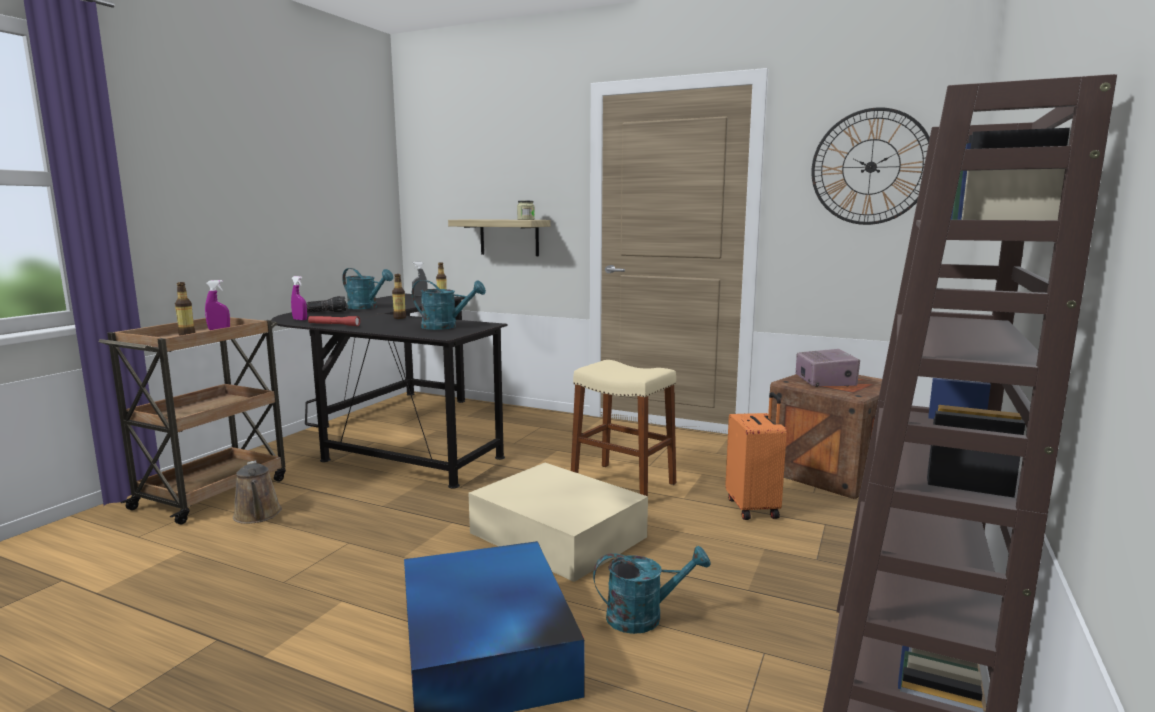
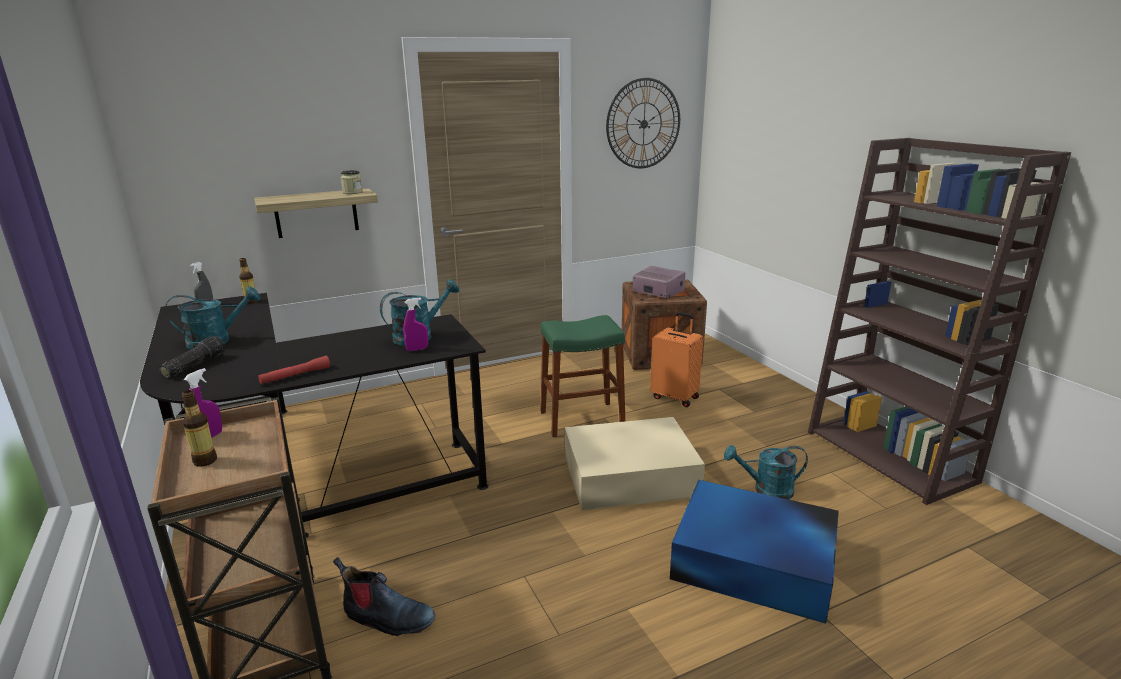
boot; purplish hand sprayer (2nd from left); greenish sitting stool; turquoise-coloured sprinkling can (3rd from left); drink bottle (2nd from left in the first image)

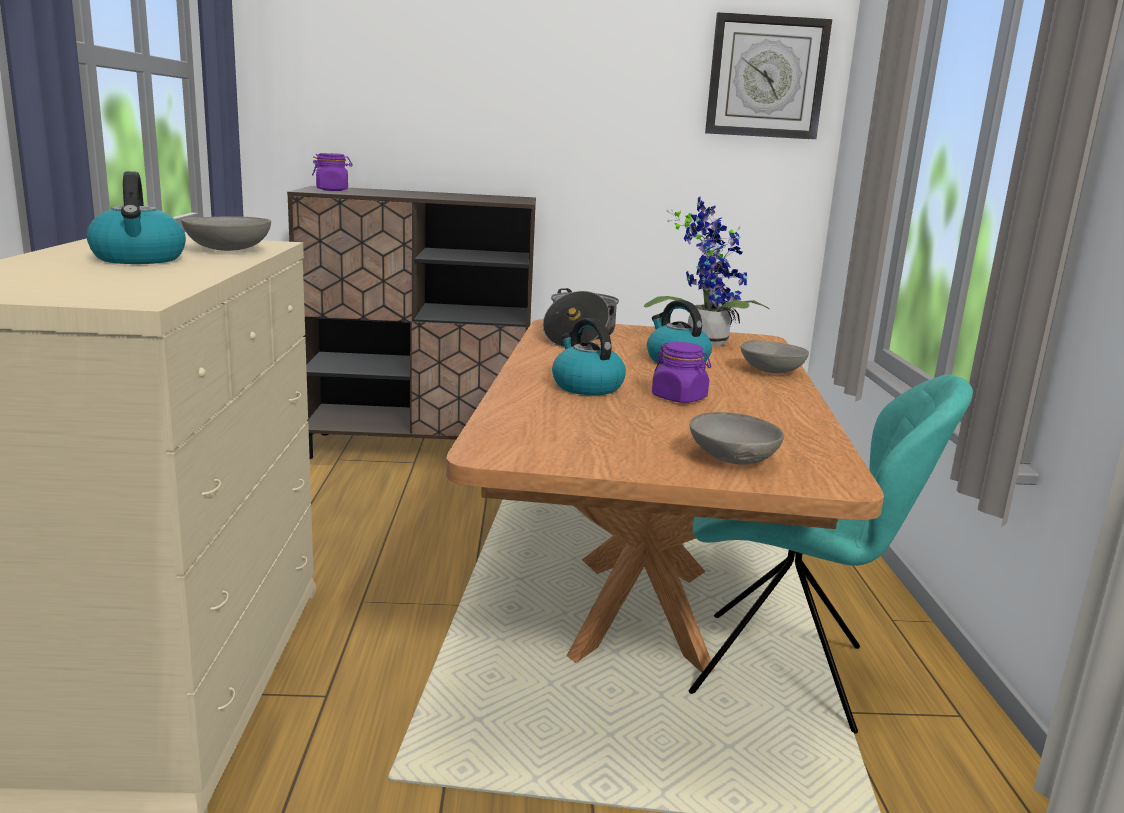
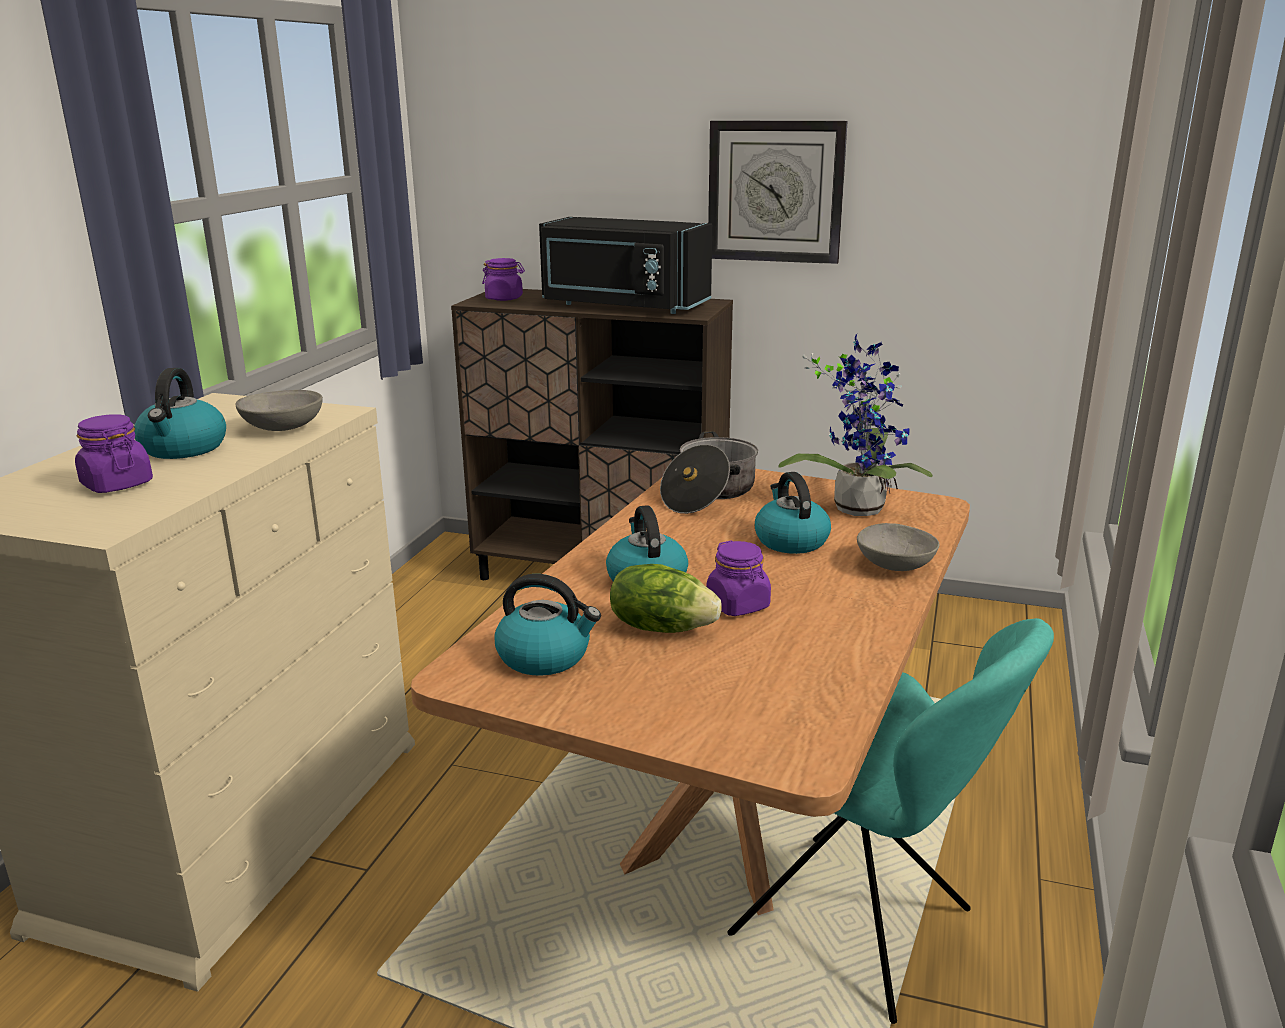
purplish preserve jar (1st from left); water kettle (2nd from left); black-coloured microwave; lettuce; hanging clock; grey serving bowl (2nd from left in the first image)

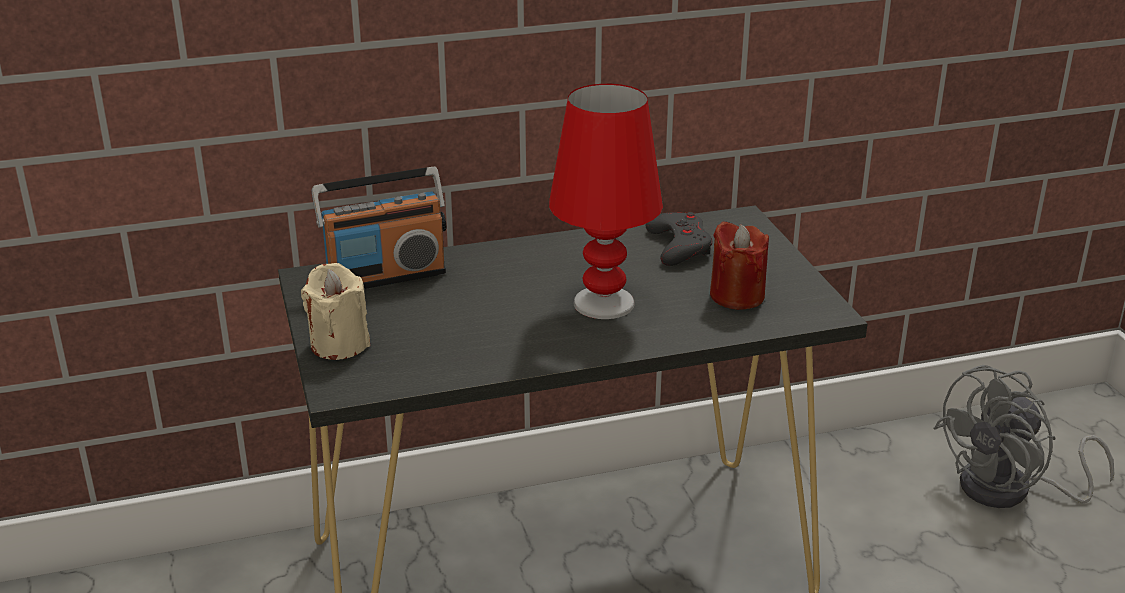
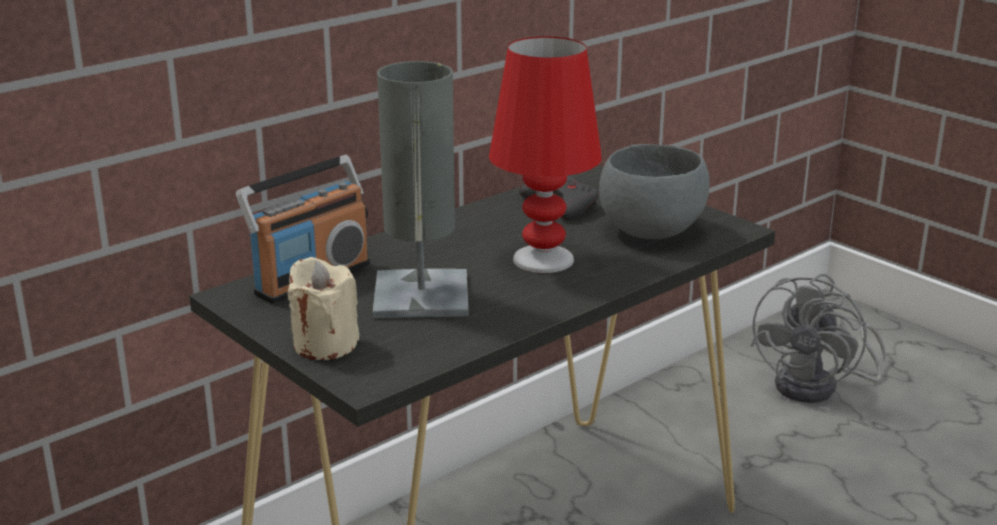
grey lamp for a table; grey serving bowl

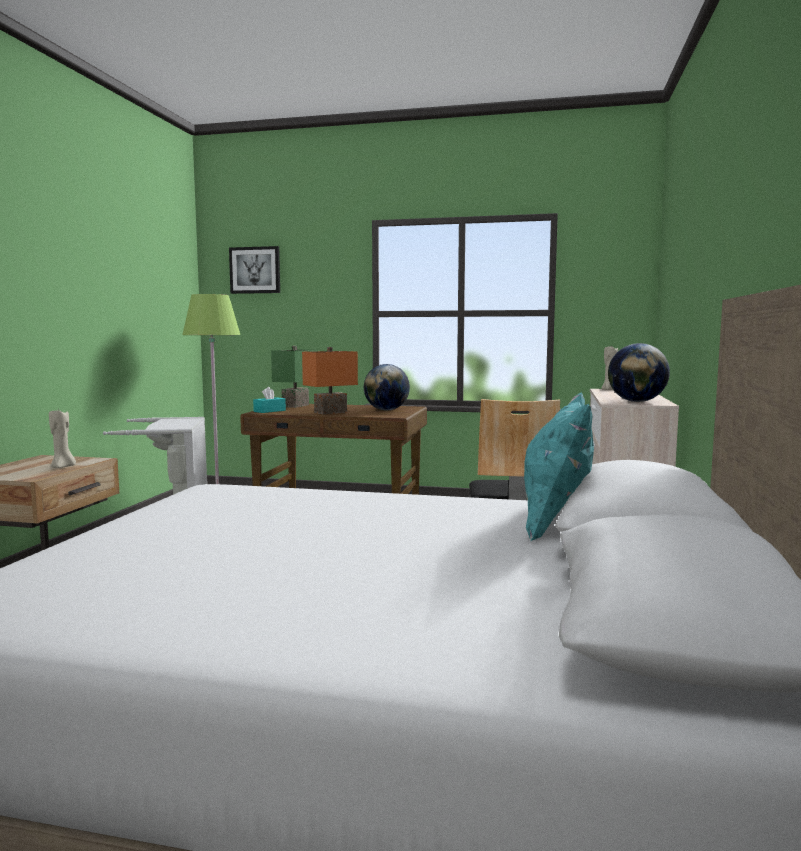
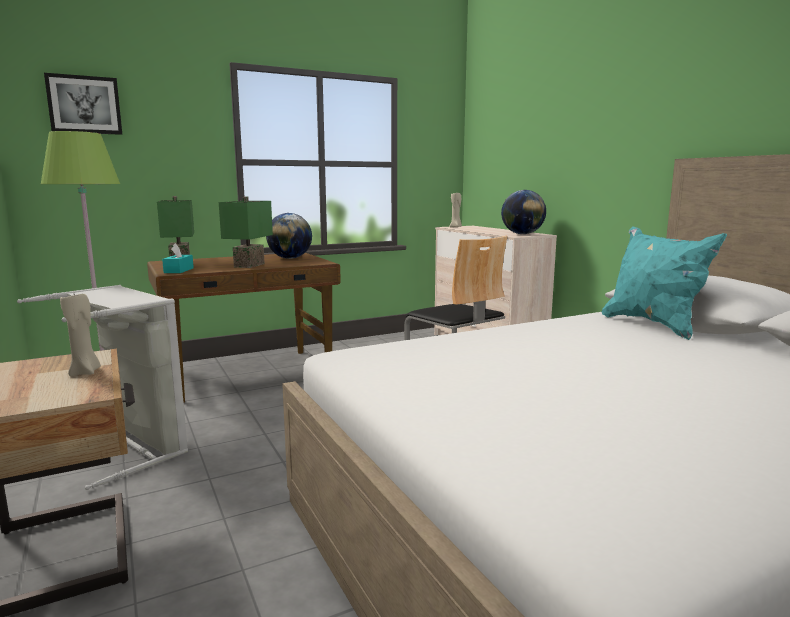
greenish lamp for a table (2nd from left)

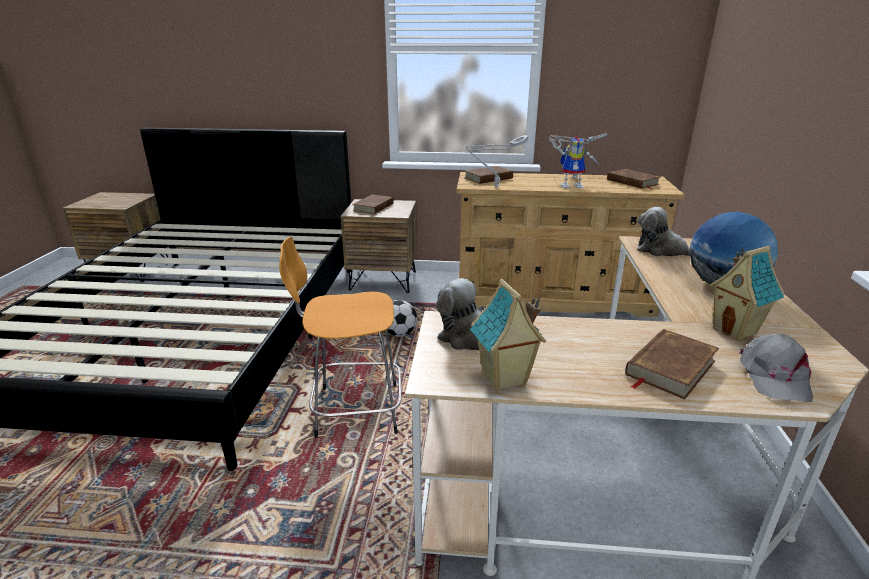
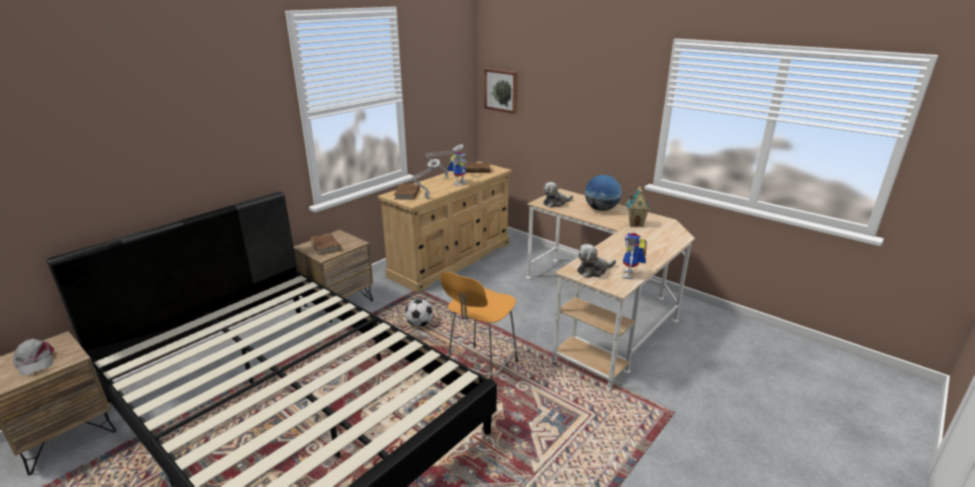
grey peaked cap; wall picture; robot figure (2nd from left); brown-coloured book (4th from left in the first image)

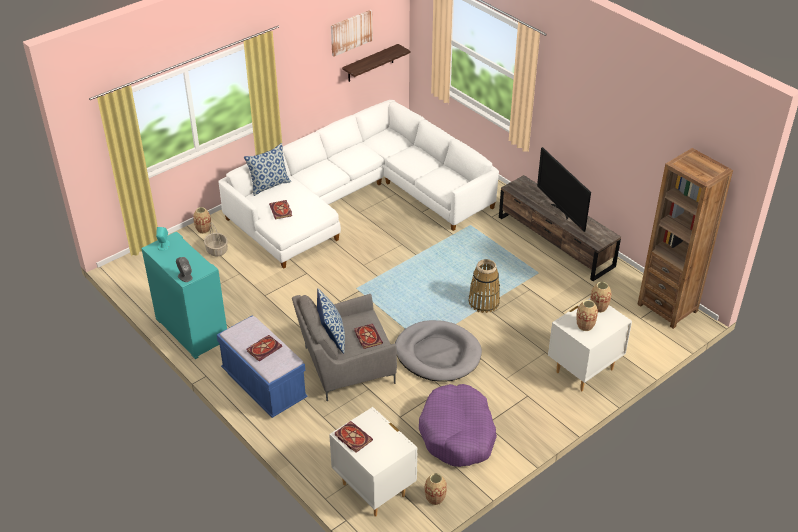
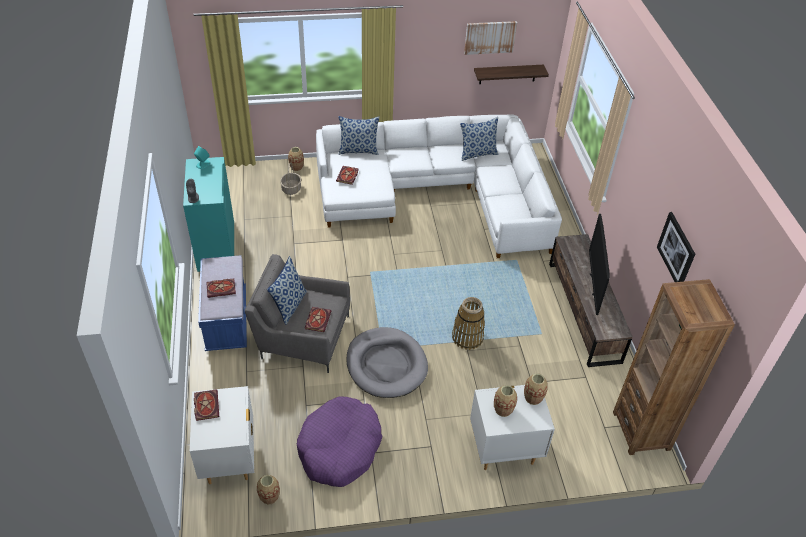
cushion (3rd from left); wall picture (2nd from left)

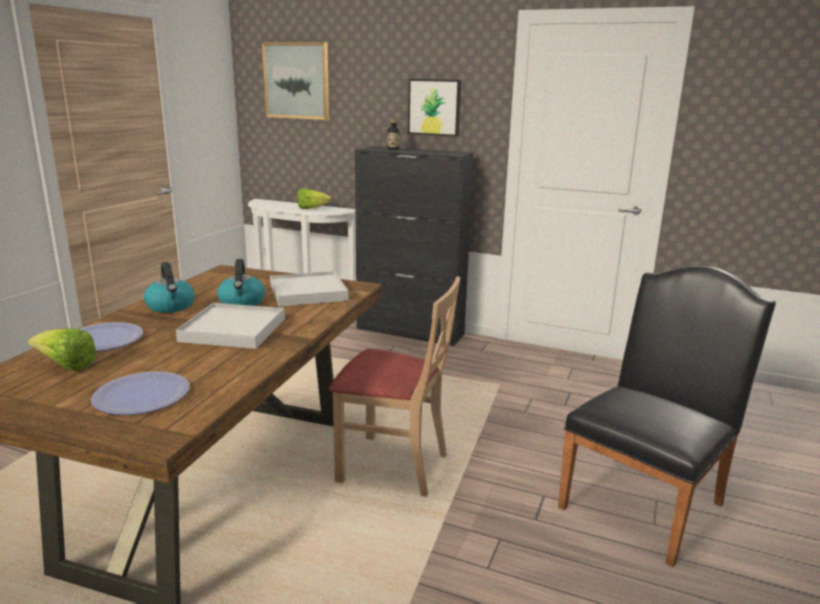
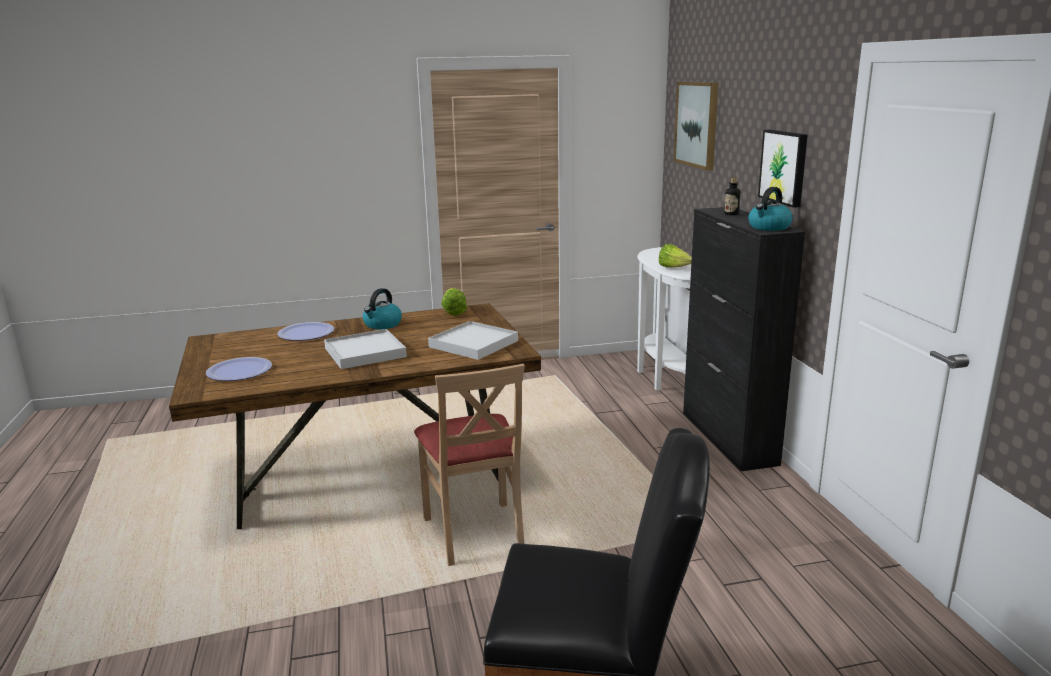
lettuce (1st from left); water kettle (2nd from left)

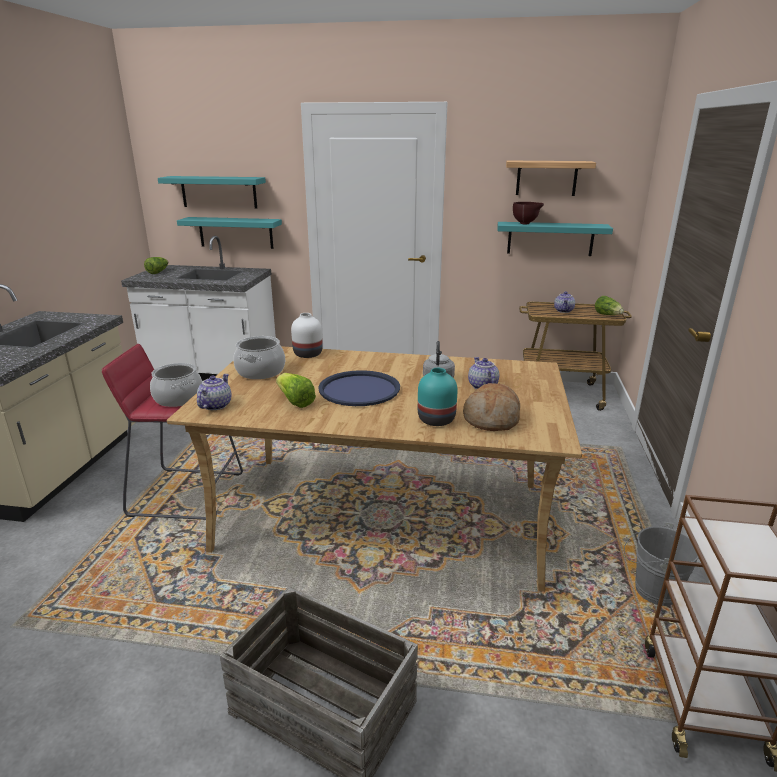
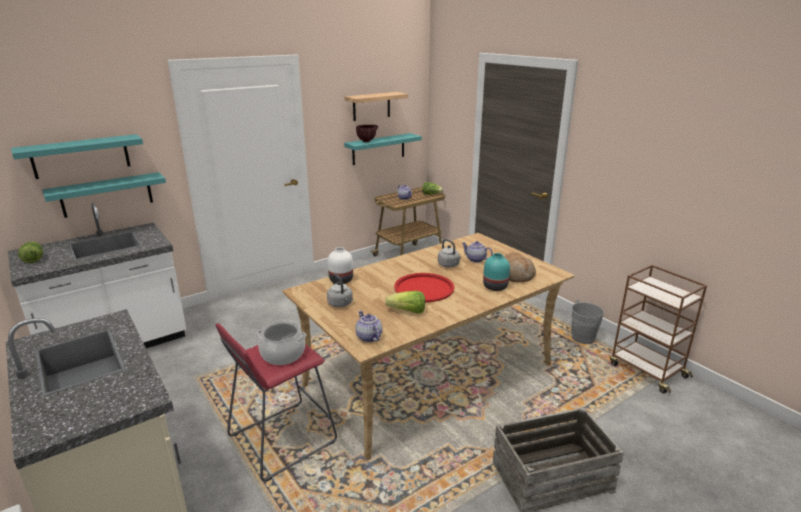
grey water kettle (1st from left); red carrying tray

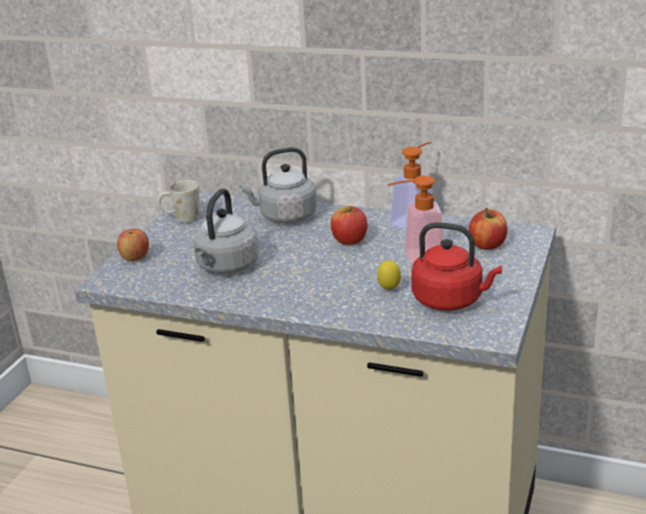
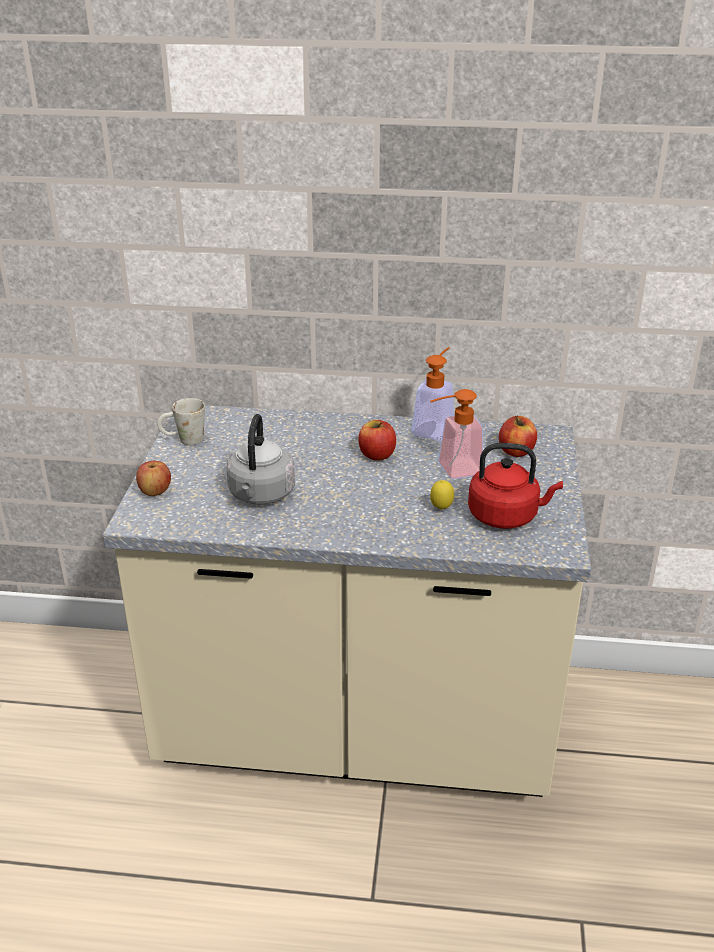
grey water kettle (2nd from left in the first image)

